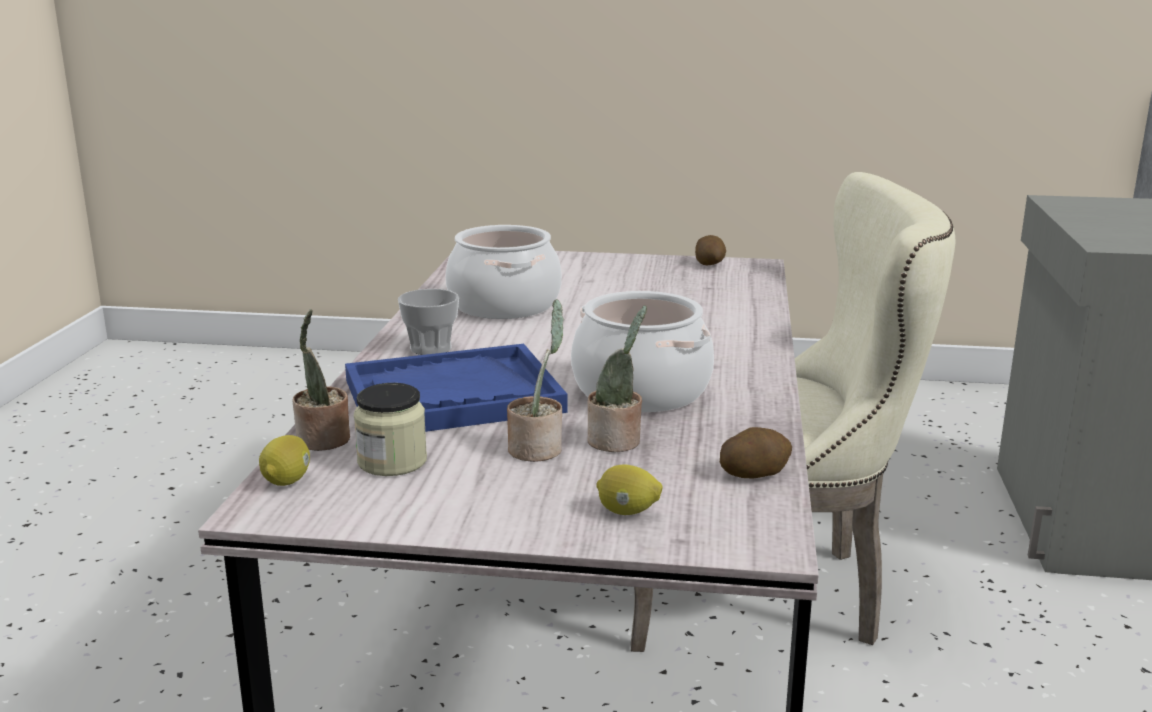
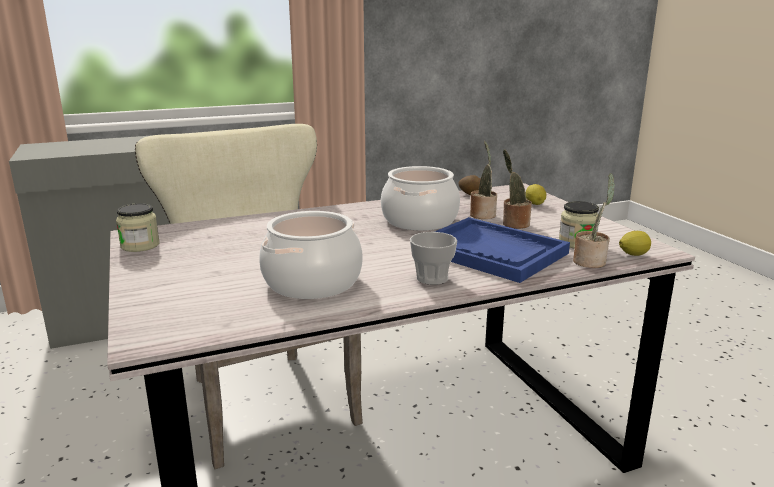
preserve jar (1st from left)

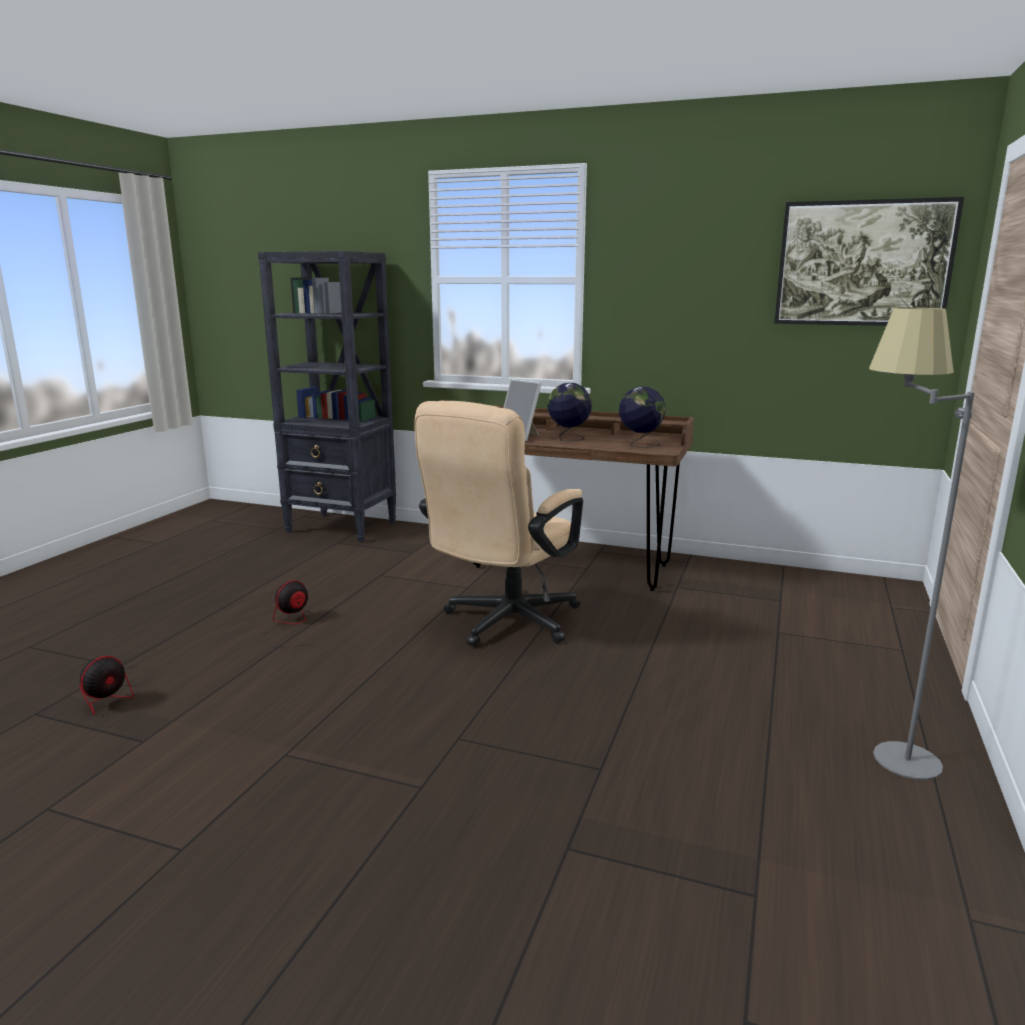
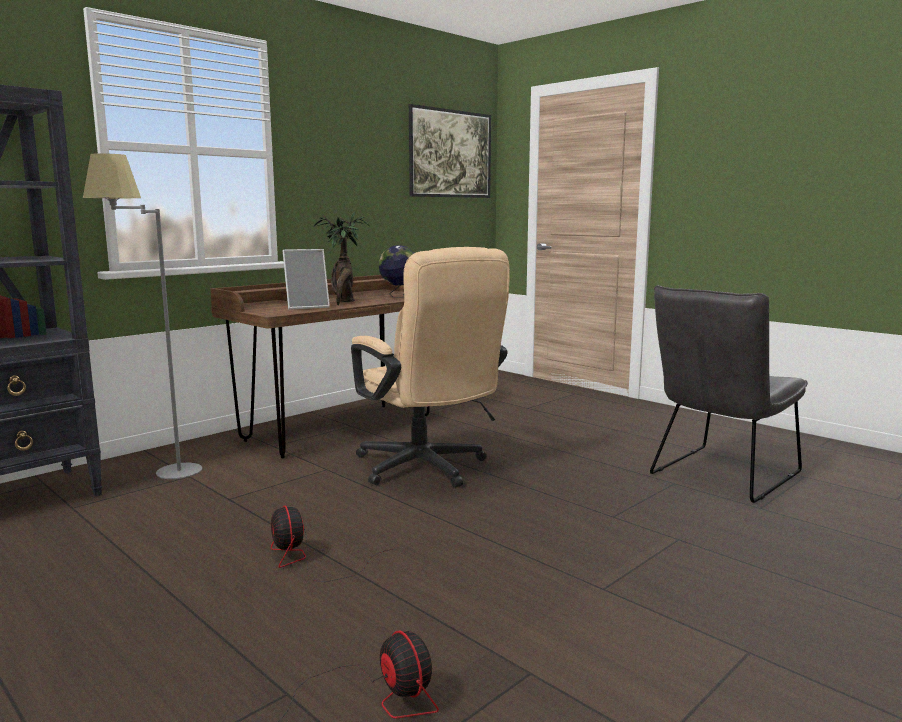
grey floor lamp; potted plant; grey chair

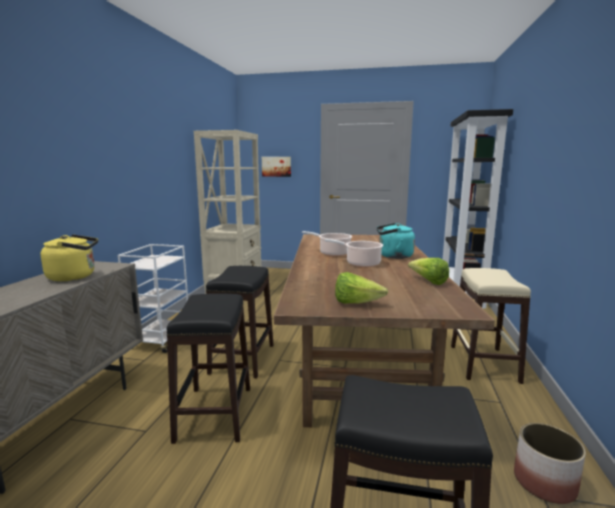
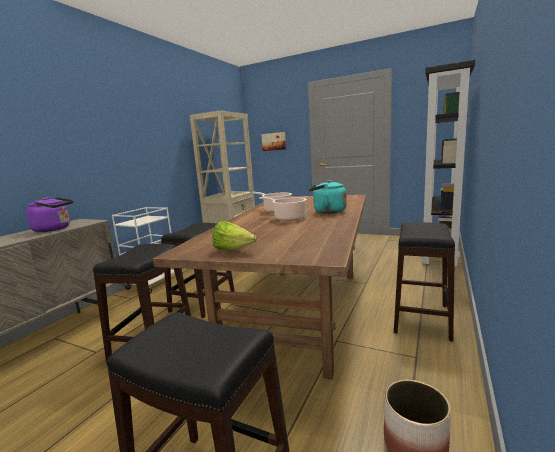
purplish water kettle; black-coloured sitting stool (4th from left); lettuce (2nd from left in the first image)

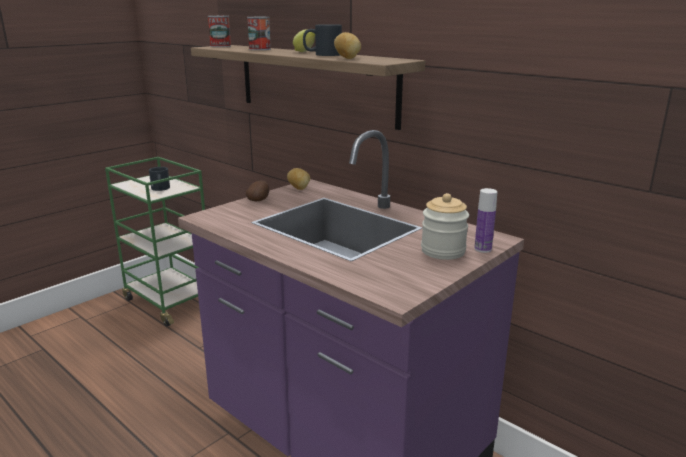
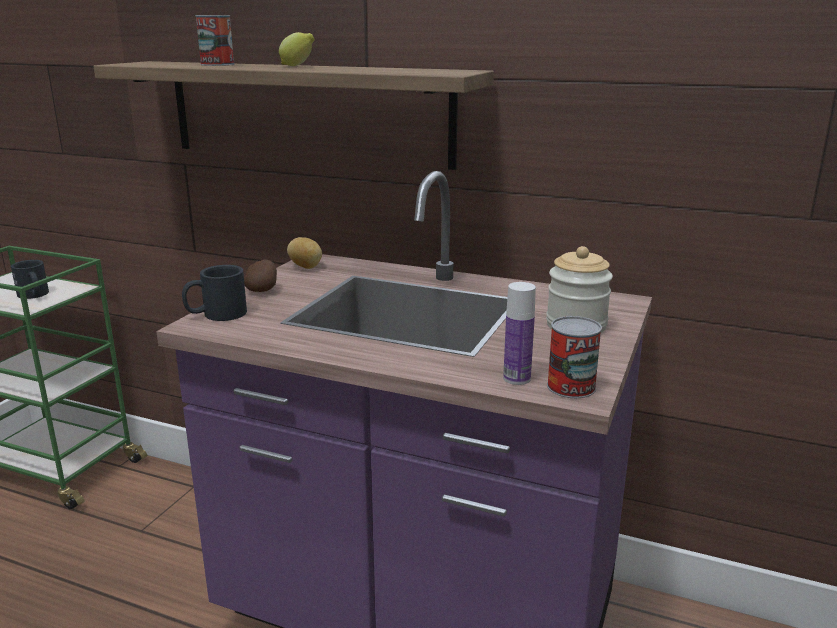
black-coloured coffee mug (2nd from left); drink bottle; sealed can (2nd from left); potato (3rd from left in the first image)

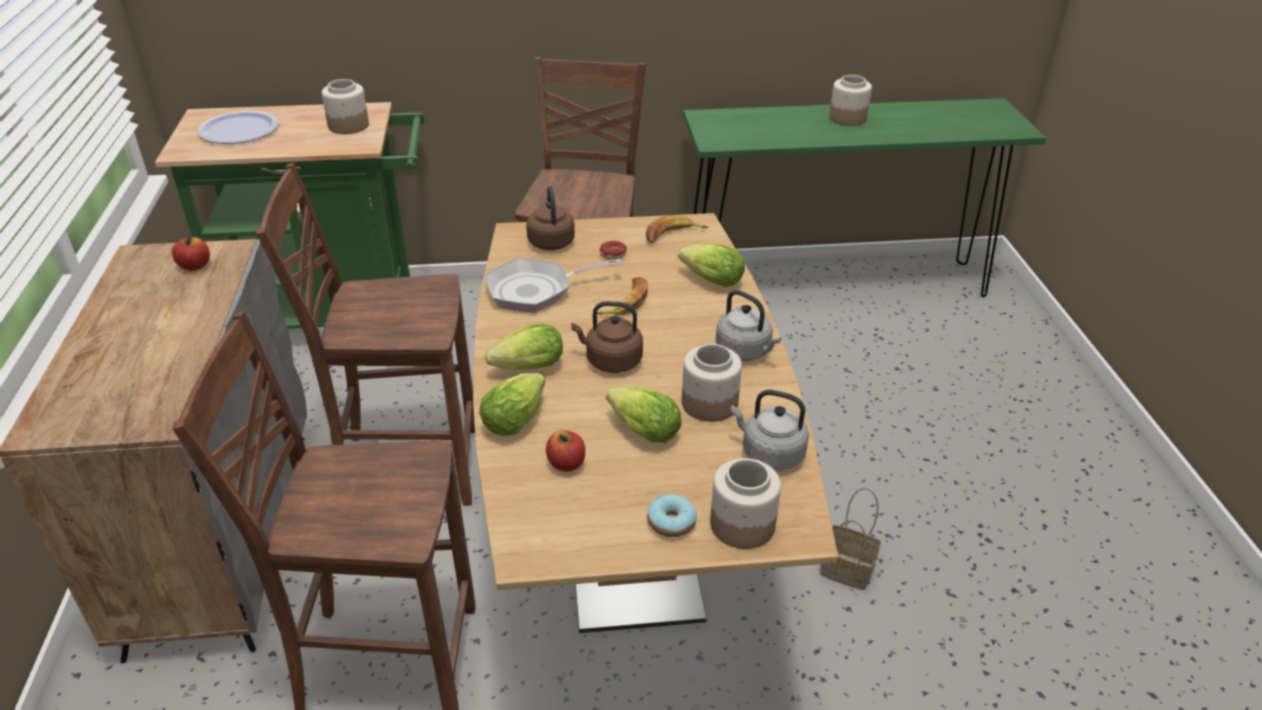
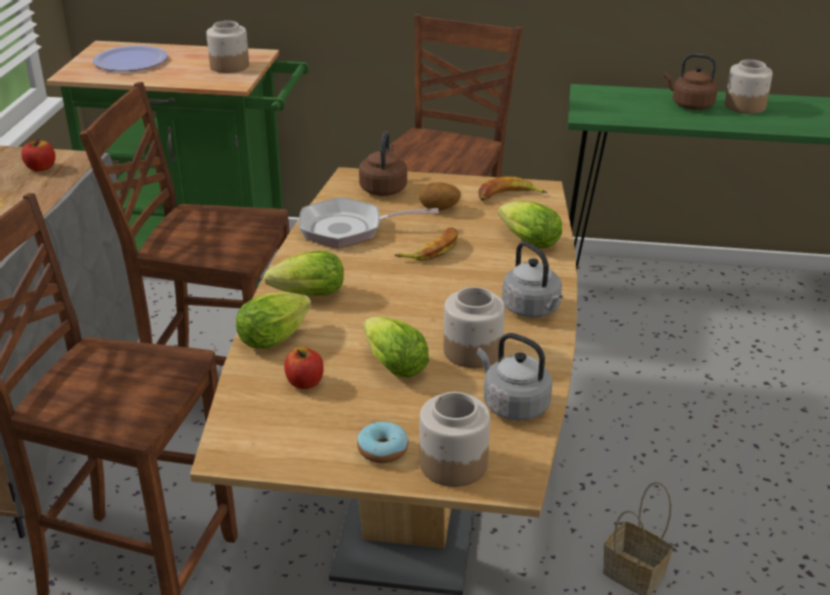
potato; brown-coloured water kettle (2nd from left)

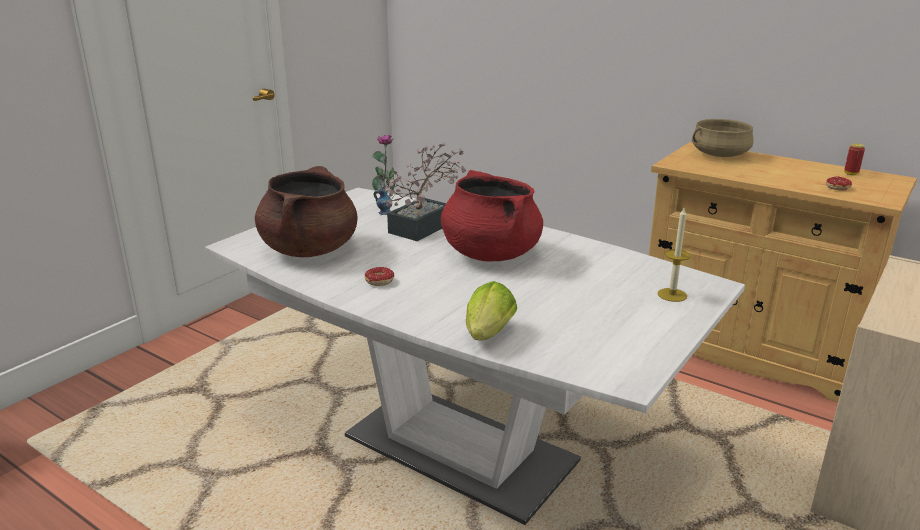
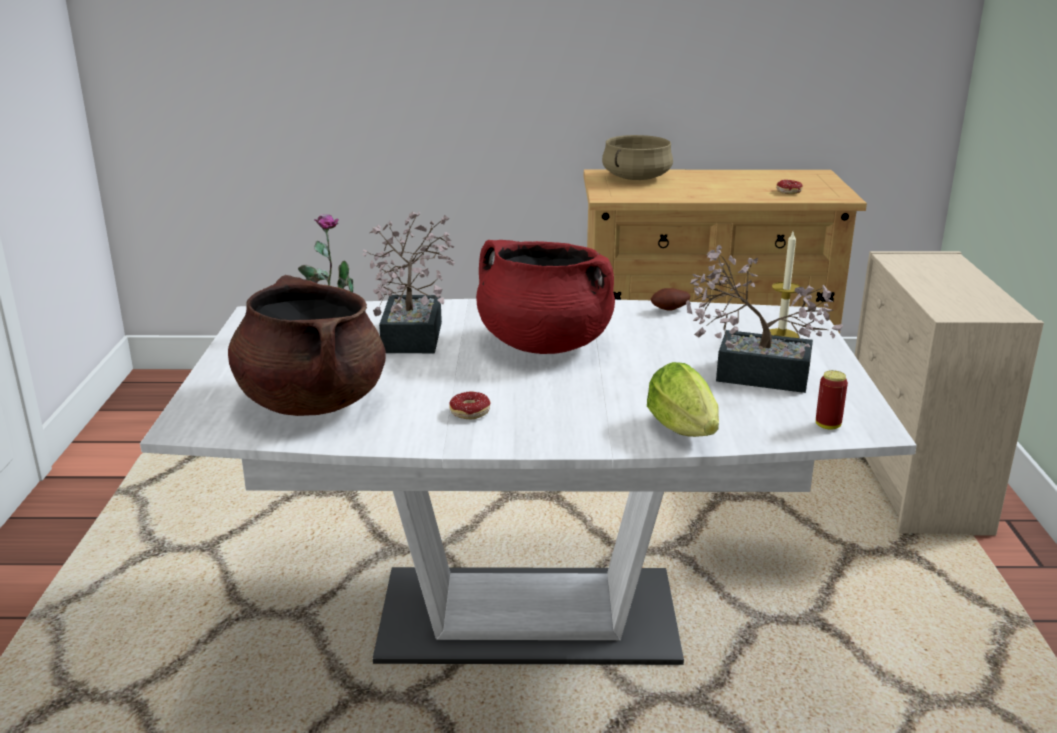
potato; potted plant (2nd from left); sealed can

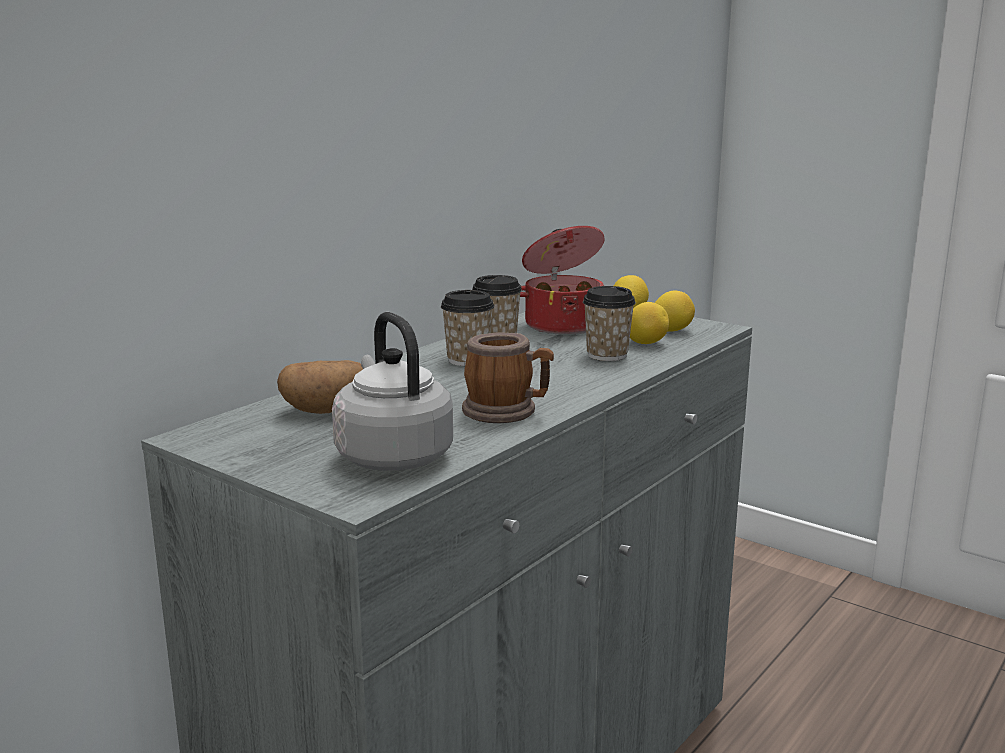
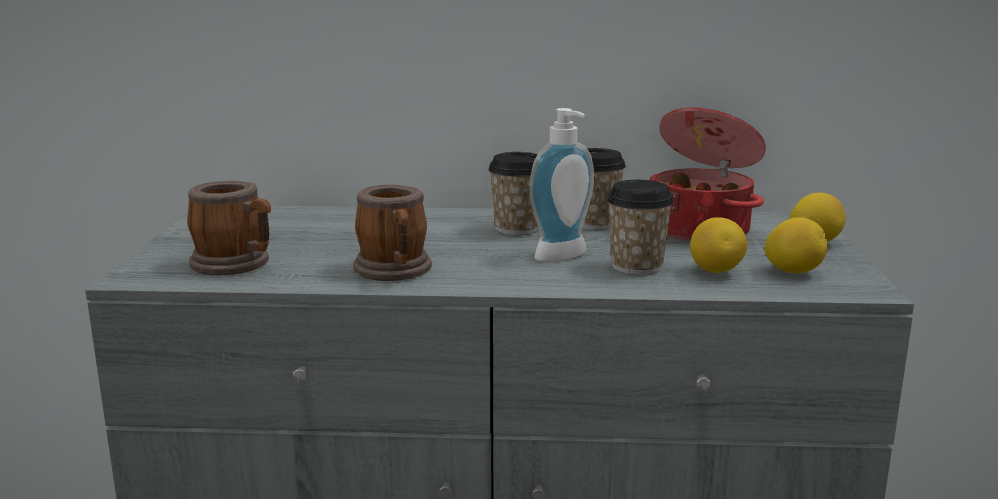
coffee mug (1st from left); soap dispenser; potato

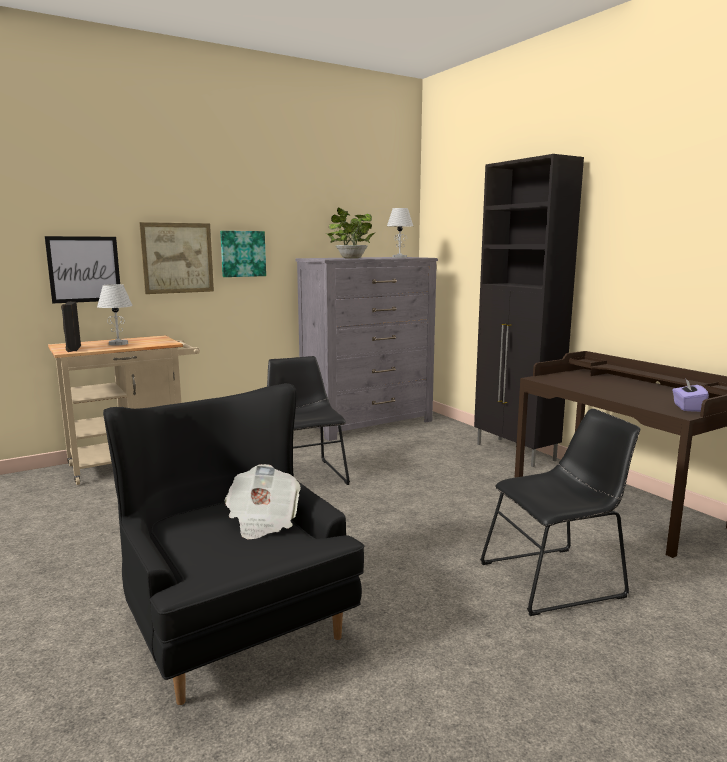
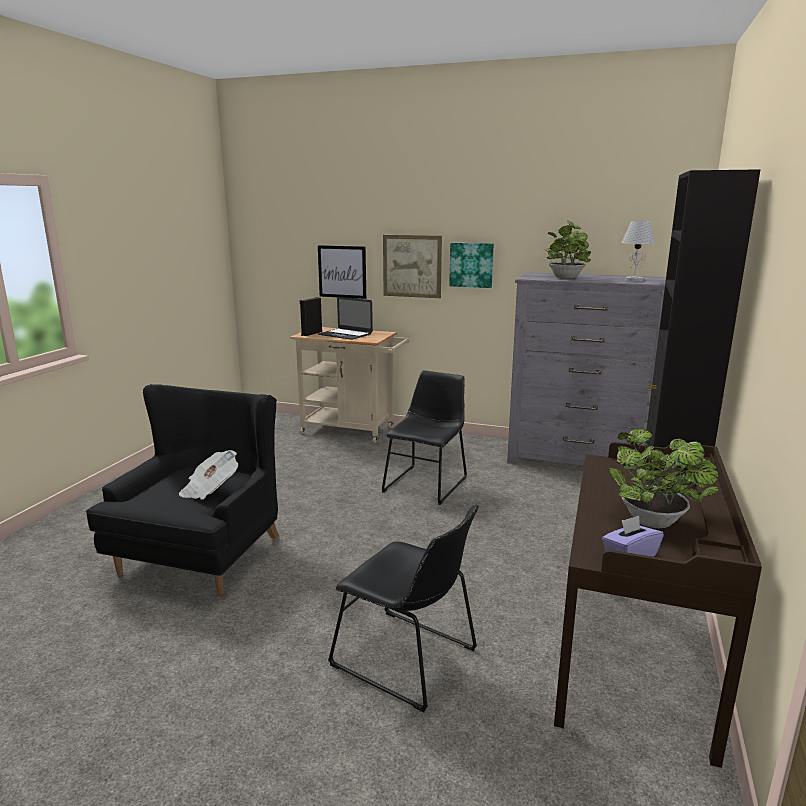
laptop; potted plant (2nd from left)

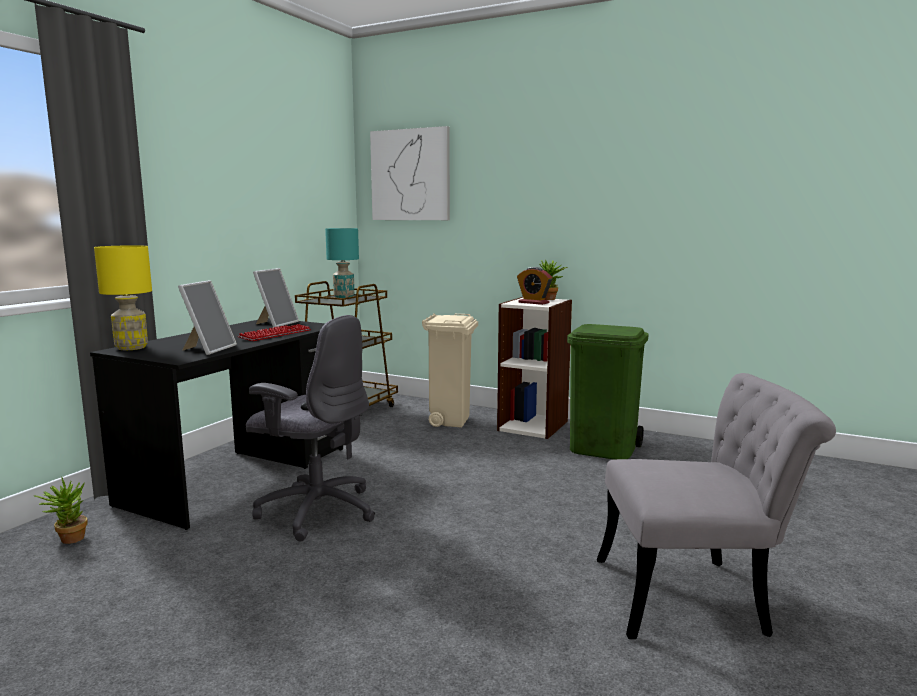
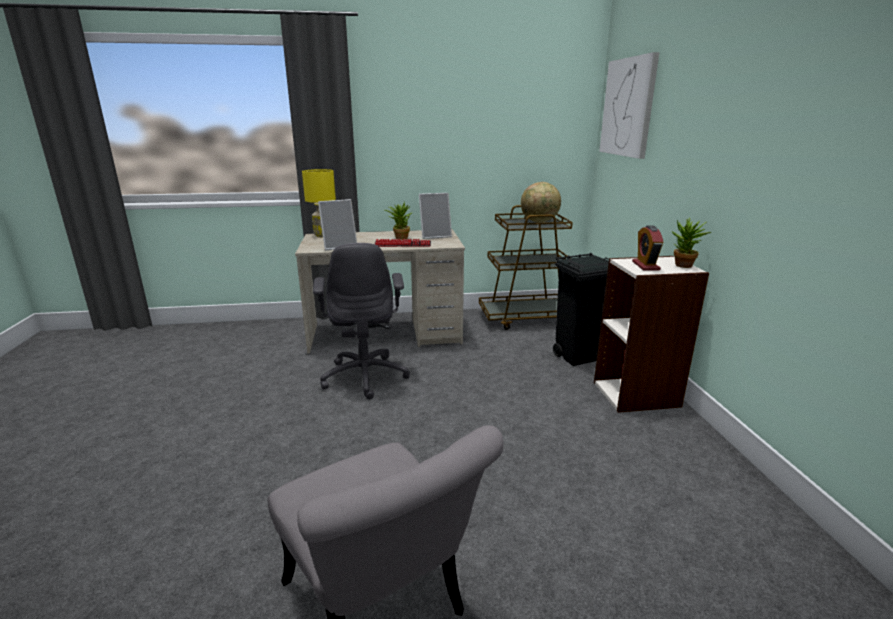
beige-coloured desk; potted plant (1st from left); desk globe; black-coloured rubbish bin; greenish rubbish bin

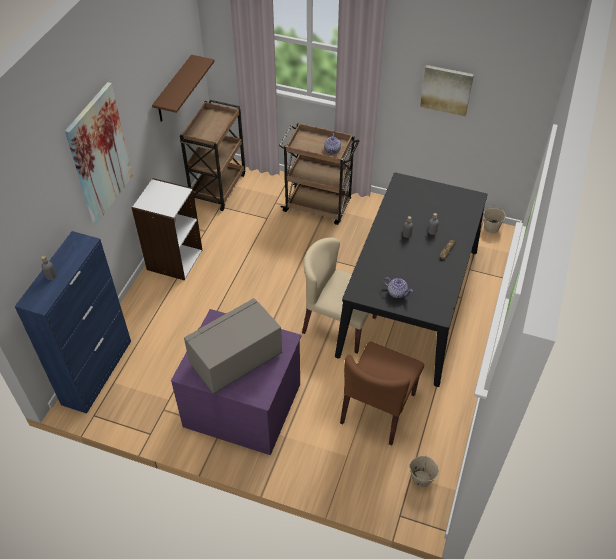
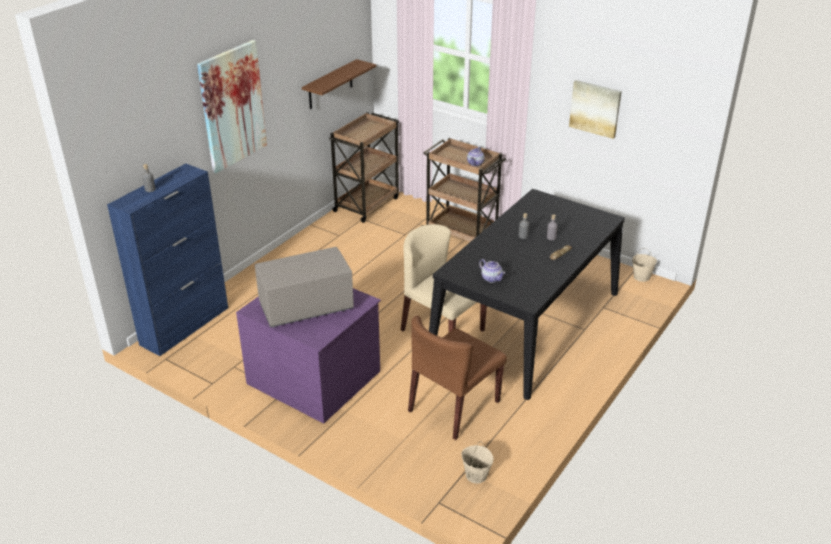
white bookshelf

